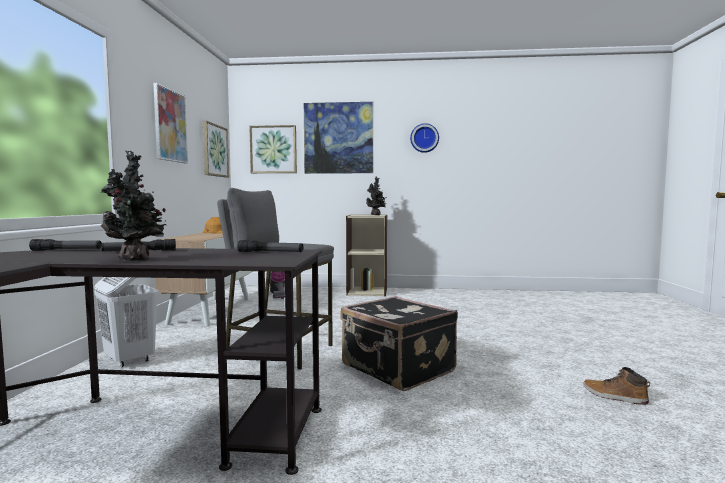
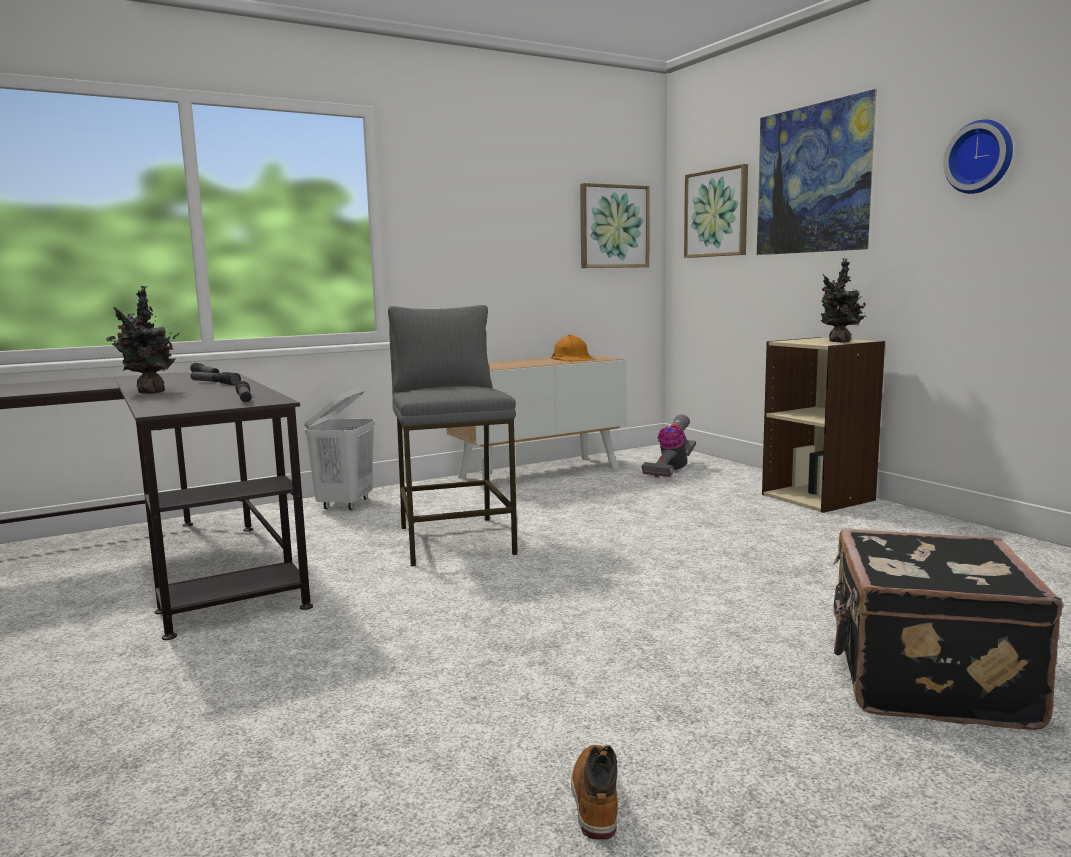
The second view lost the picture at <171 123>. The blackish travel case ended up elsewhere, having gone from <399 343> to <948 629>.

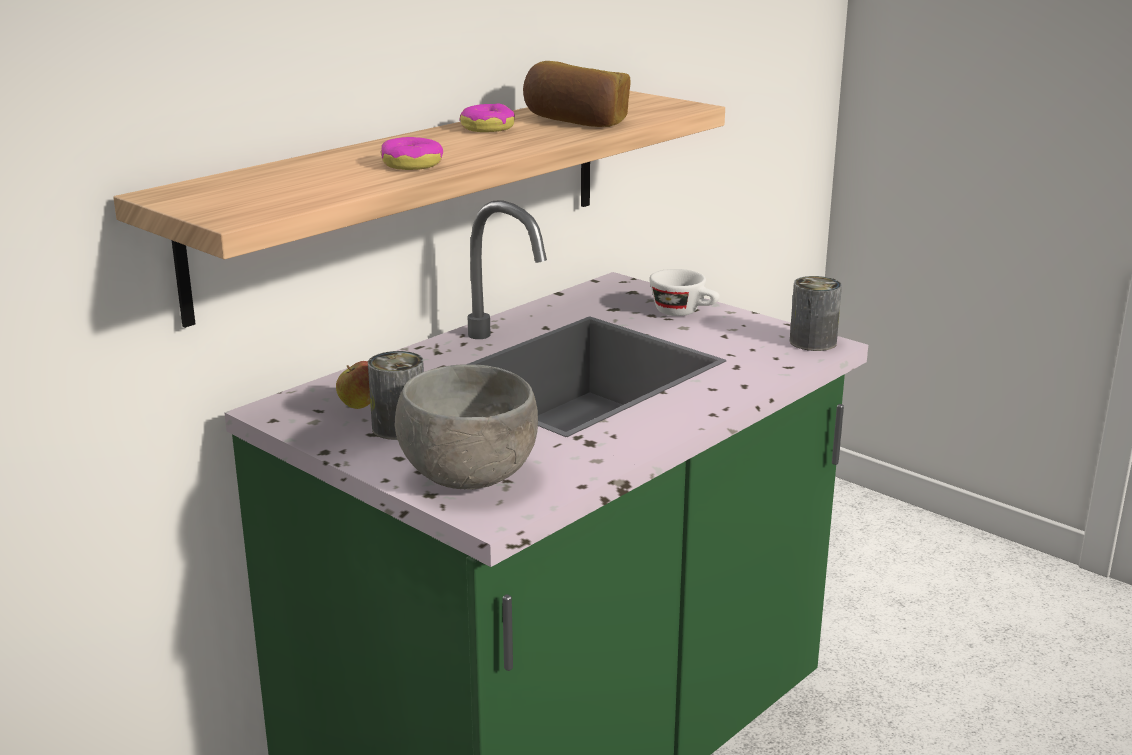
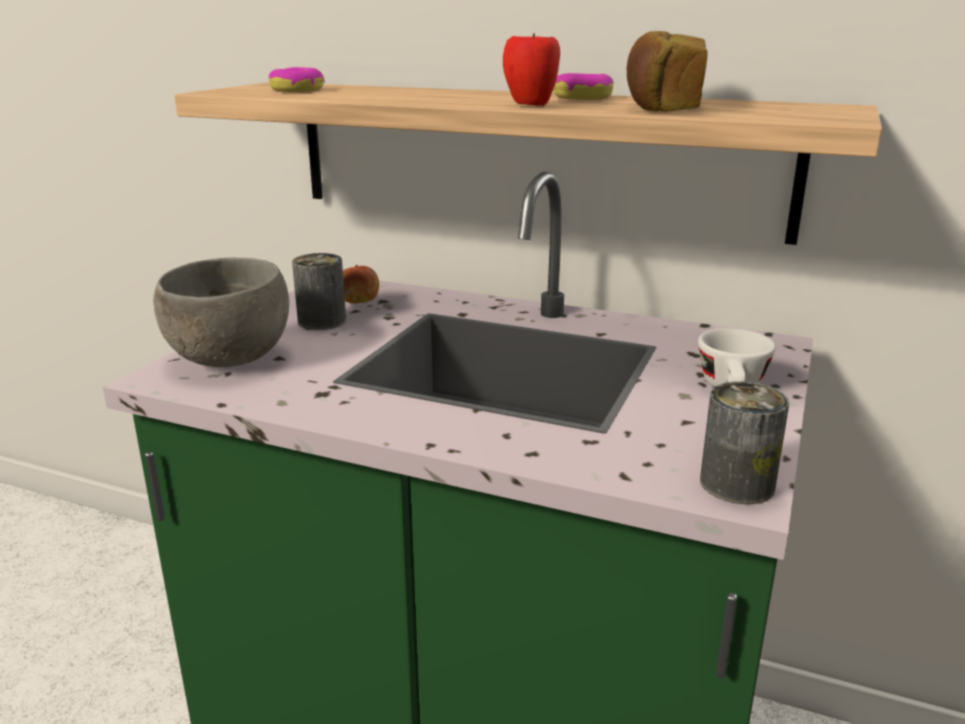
The second view gained the apple at <531 69>. The donut ended up elsewhere, having gone from <412 153> to <297 79>.

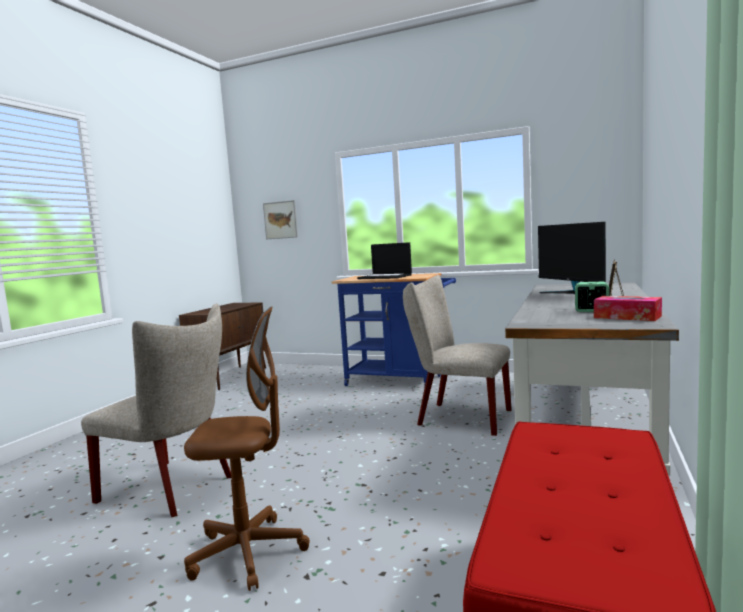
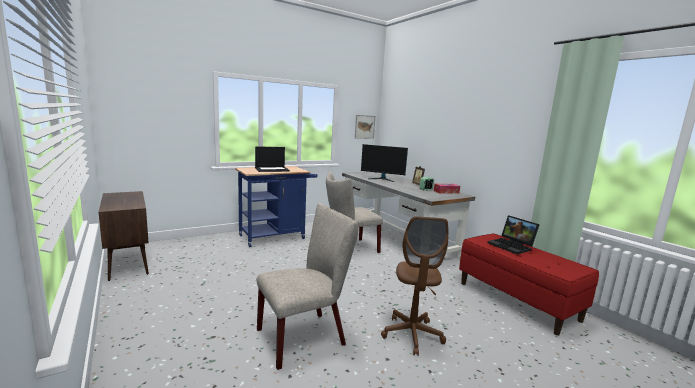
The second view gained the notebook computer at <514 234>. The picture ended up elsewhere, having gone from <280 219> to <365 127>. The brownish office chair at <247 449> ended up facing another way, 150 degrees clockwise from before.

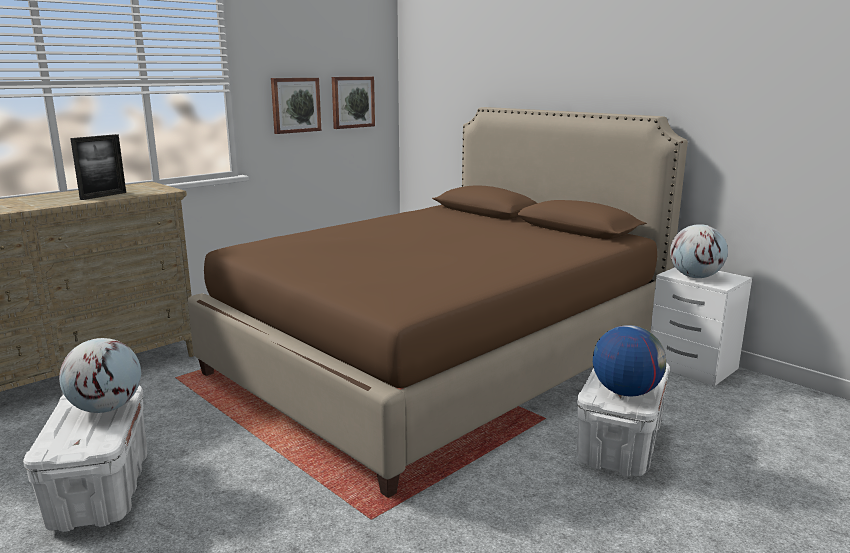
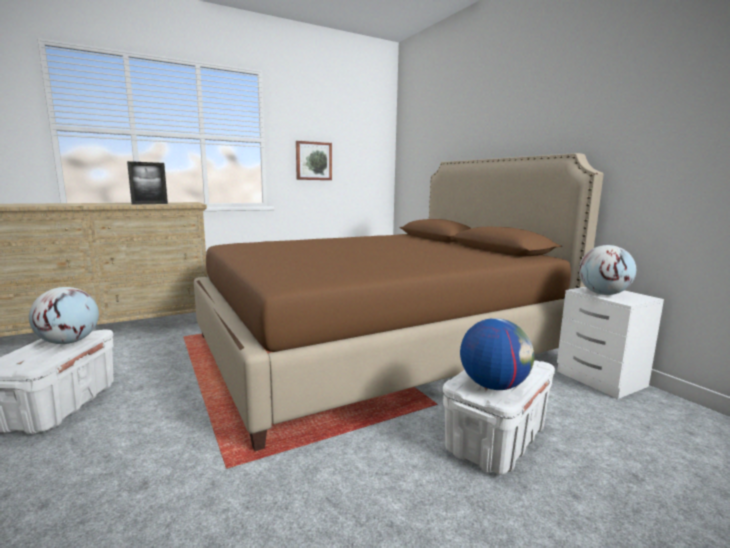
The second view lost the picture at <353 103>.

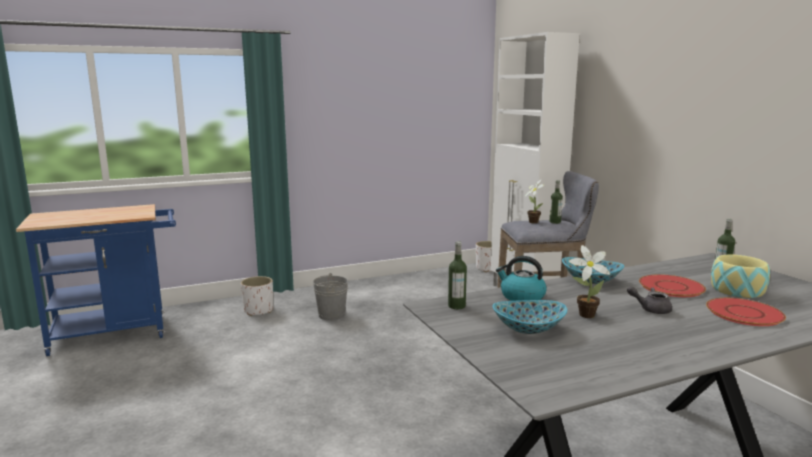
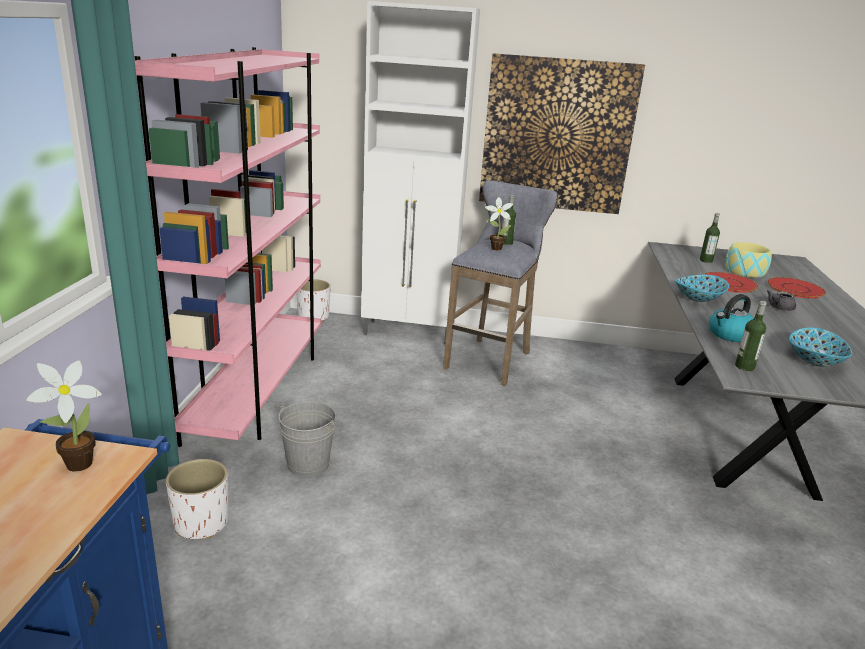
The second view gained the pink shelving unit at <228 247>. The second view gained the picture at <562 133>. The houseplant ended up elsewhere, having gone from <589 281> to <64 415>.

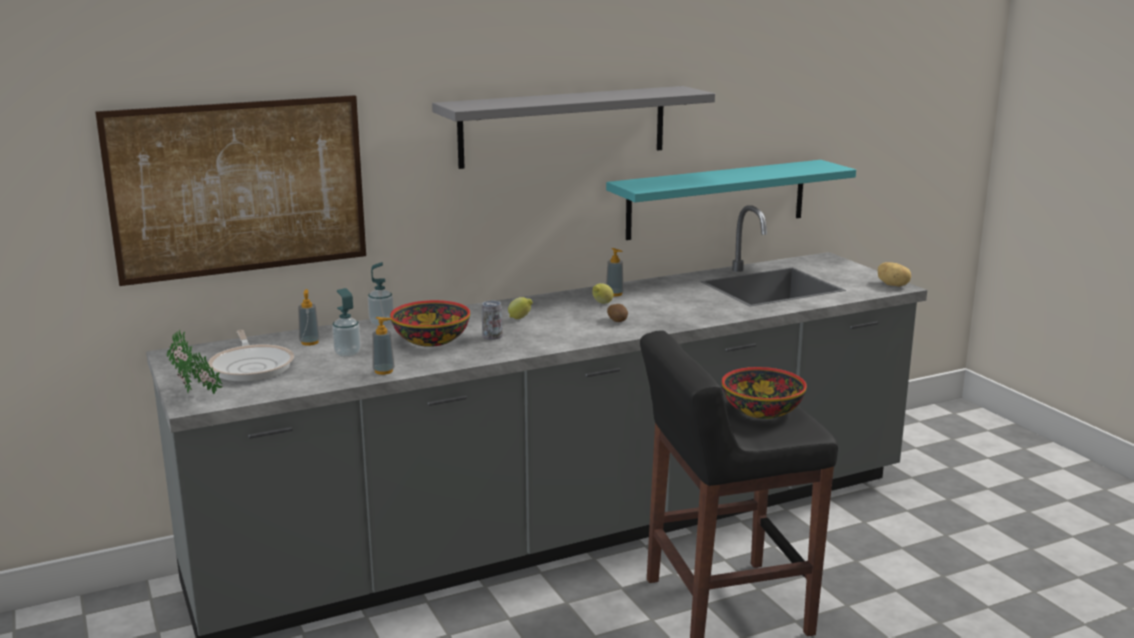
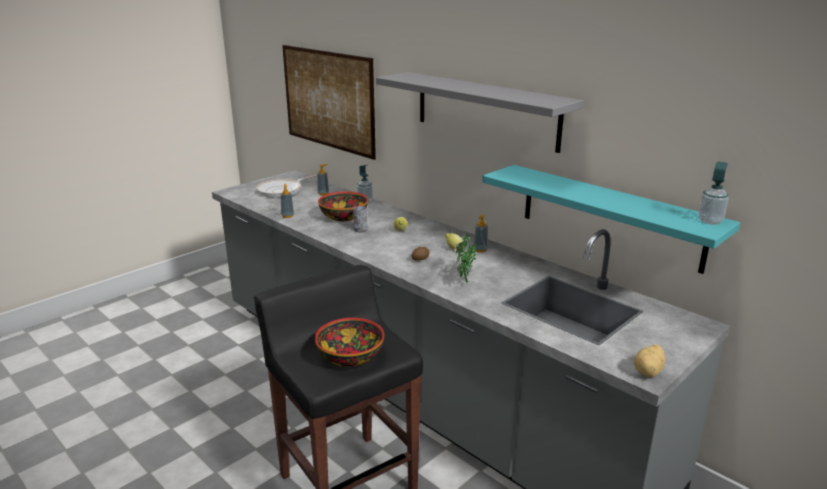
The houseplant ended up elsewhere, having gone from <195 361> to <465 258>. The soap dispenser ended up elsewhere, having gone from <346 322> to <713 192>.

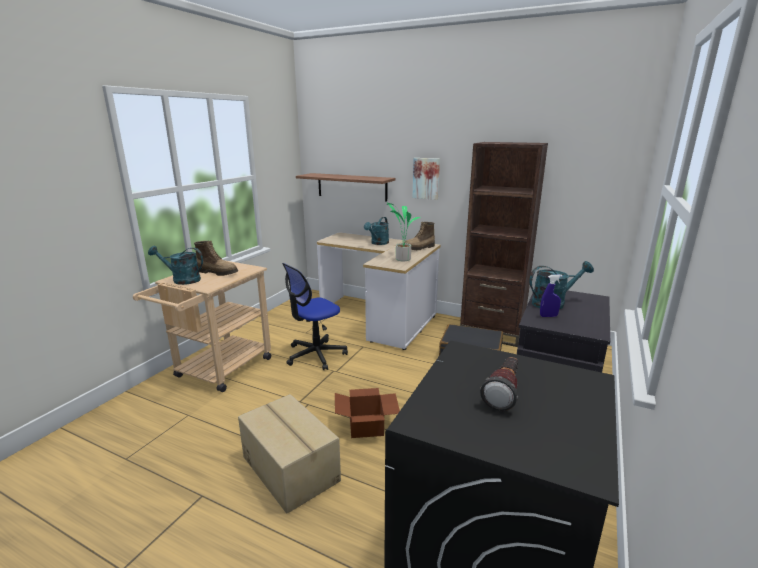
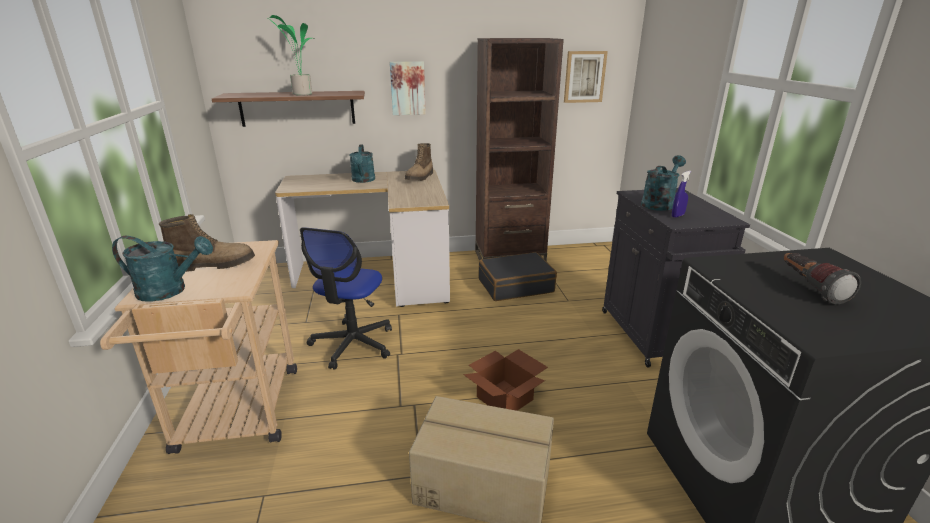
The second view gained the picture at <586 77>. The houseplant ended up elsewhere, having gone from <404 232> to <291 55>. The turquoise watering can at <175 265> ended up facing another way, 150 degrees counterclockwise from before.

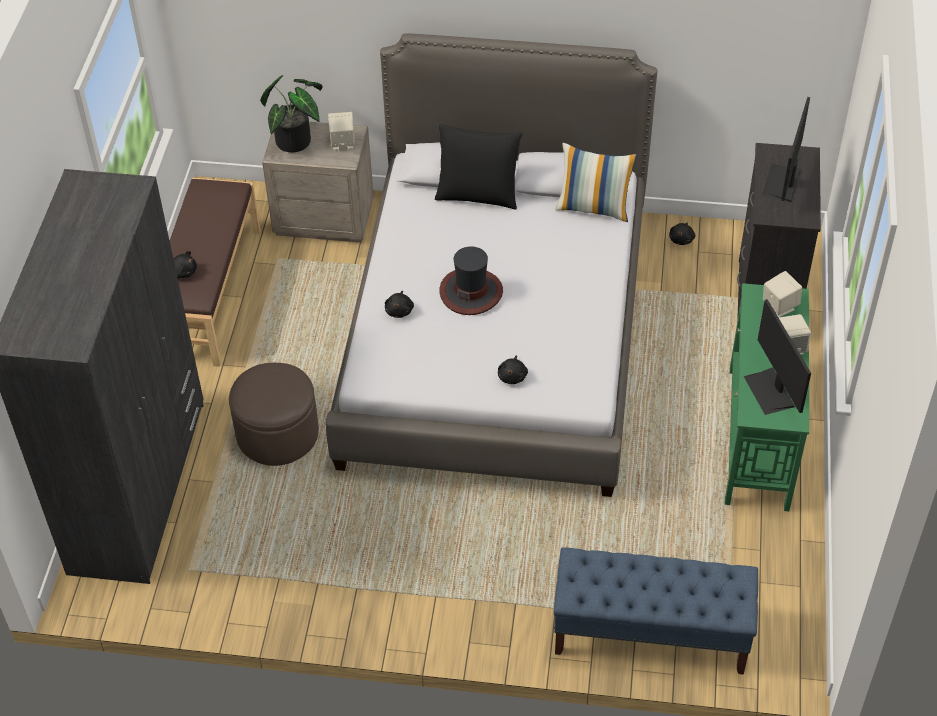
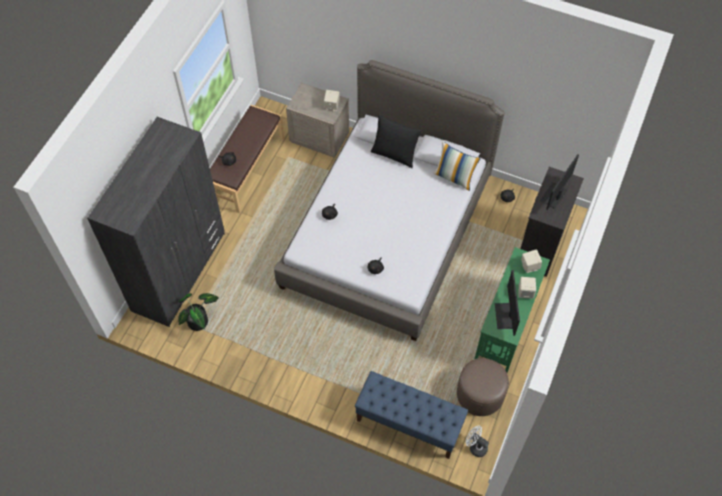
The second view lost the wearable hat at <471 281>. The second view gained the whitish electric fan at <477 441>. The brownish footrest ended up elsewhere, having gone from <274 414> to <483 387>. The houseplant ended up elsewhere, having gone from <291 113> to <198 312>.

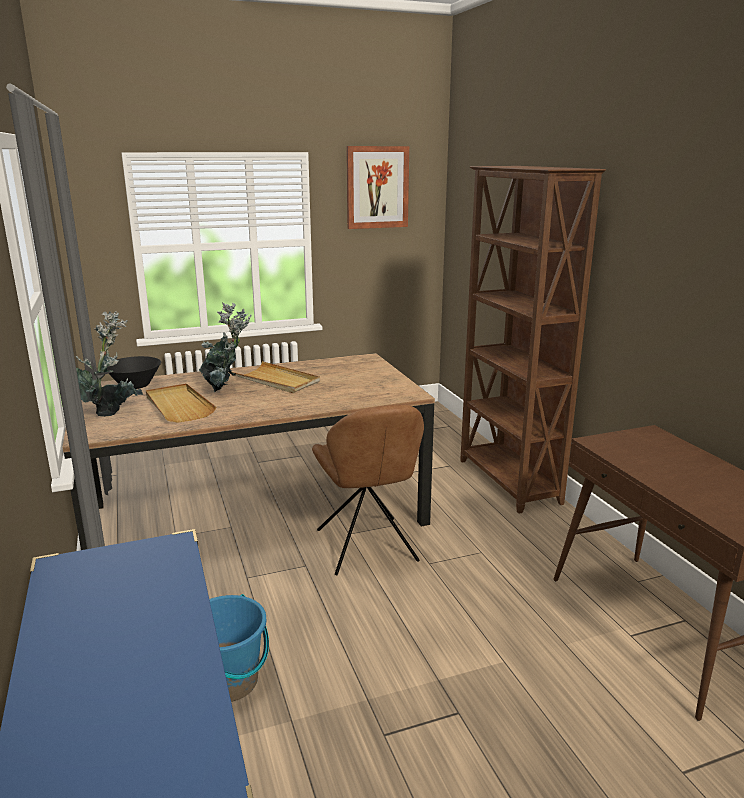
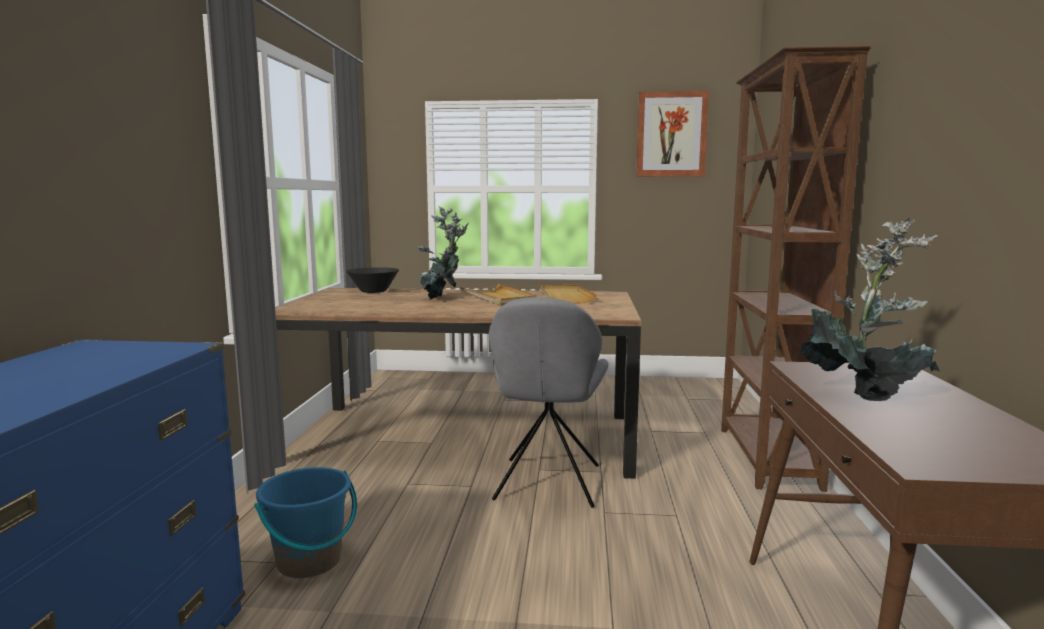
The houseplant ended up elsewhere, having gone from <101 364> to <870 309>. The beige-coloured tray ended up elsewhere, having gone from <181 403> to <569 294>. What was the brownish plain chair at <368 490> turned into the greyish plain chair at <548 402>.

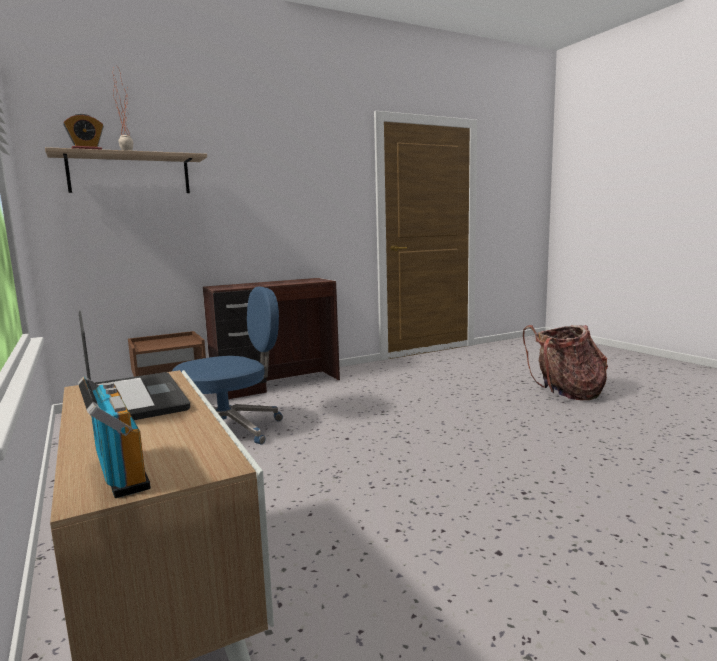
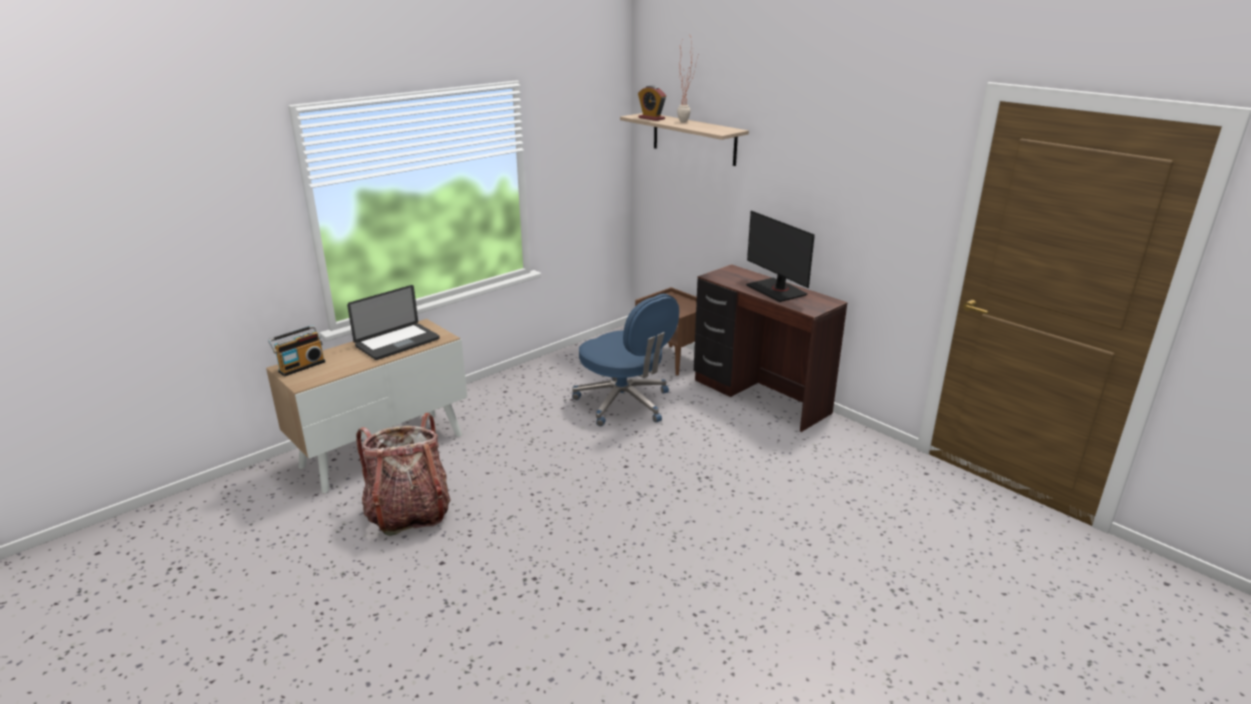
The second view gained the computer display at <780 256>. The knapsack ended up elsewhere, having gone from <565 362> to <403 474>.

